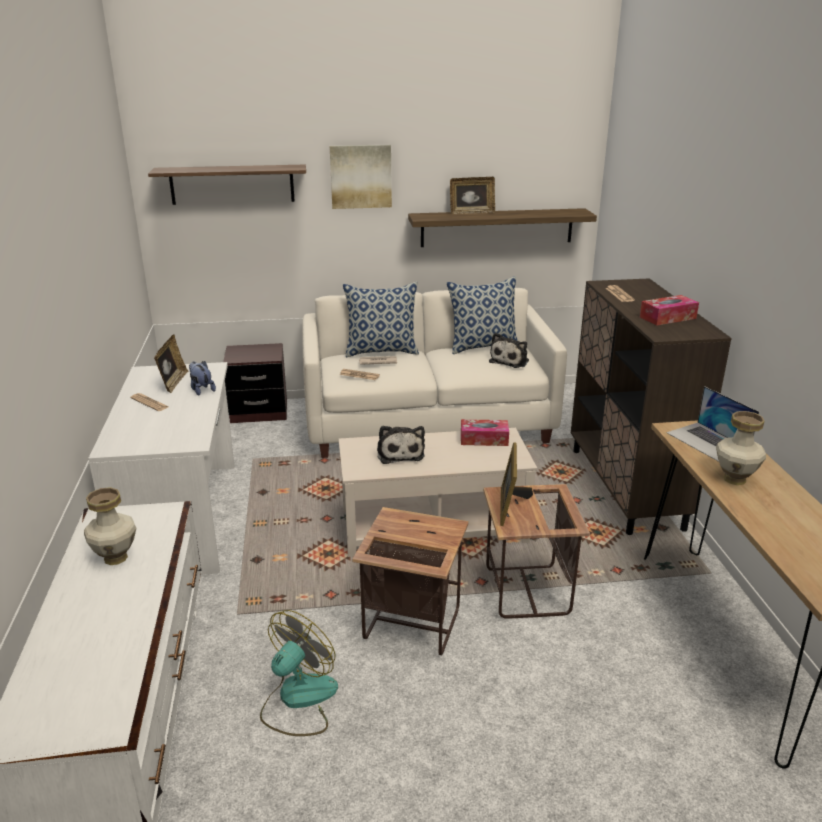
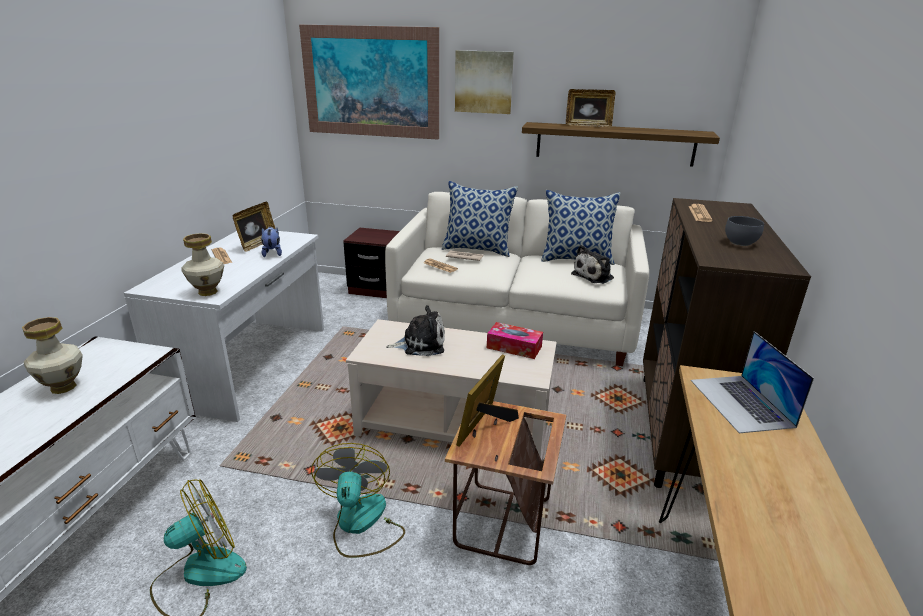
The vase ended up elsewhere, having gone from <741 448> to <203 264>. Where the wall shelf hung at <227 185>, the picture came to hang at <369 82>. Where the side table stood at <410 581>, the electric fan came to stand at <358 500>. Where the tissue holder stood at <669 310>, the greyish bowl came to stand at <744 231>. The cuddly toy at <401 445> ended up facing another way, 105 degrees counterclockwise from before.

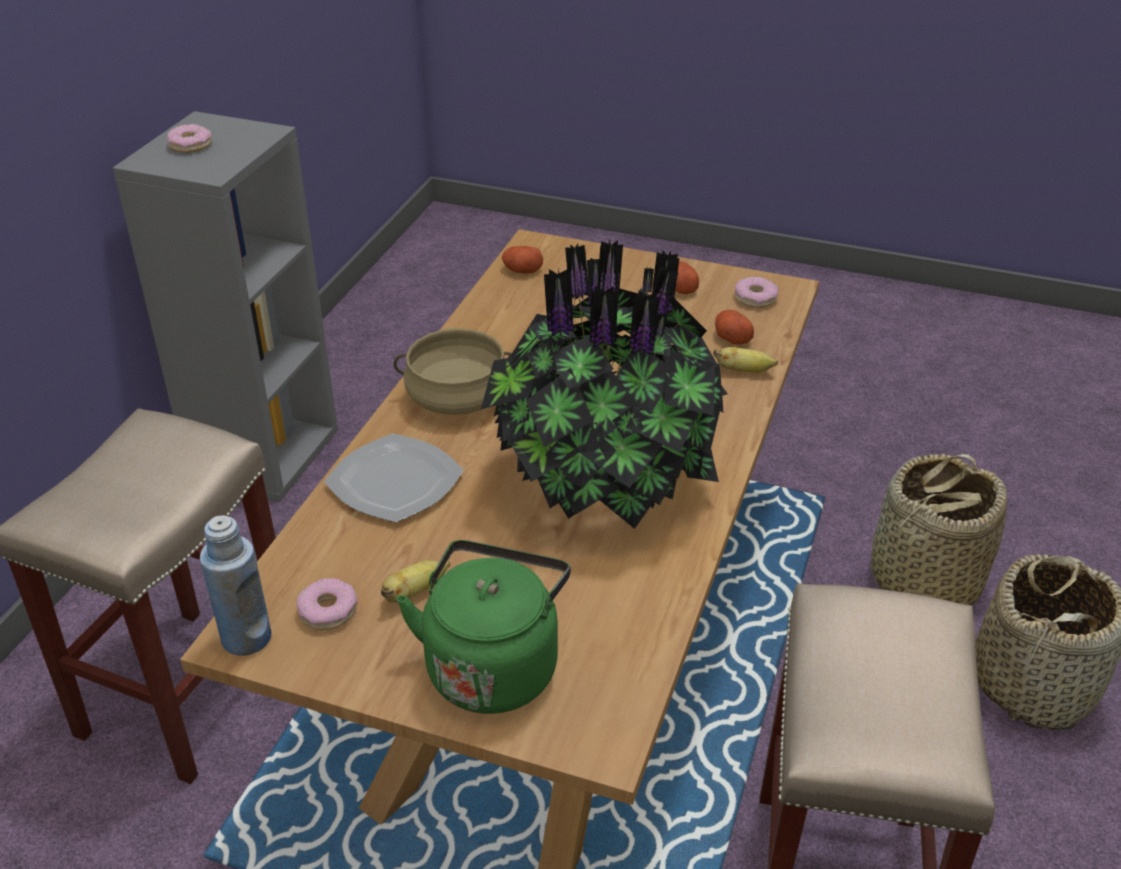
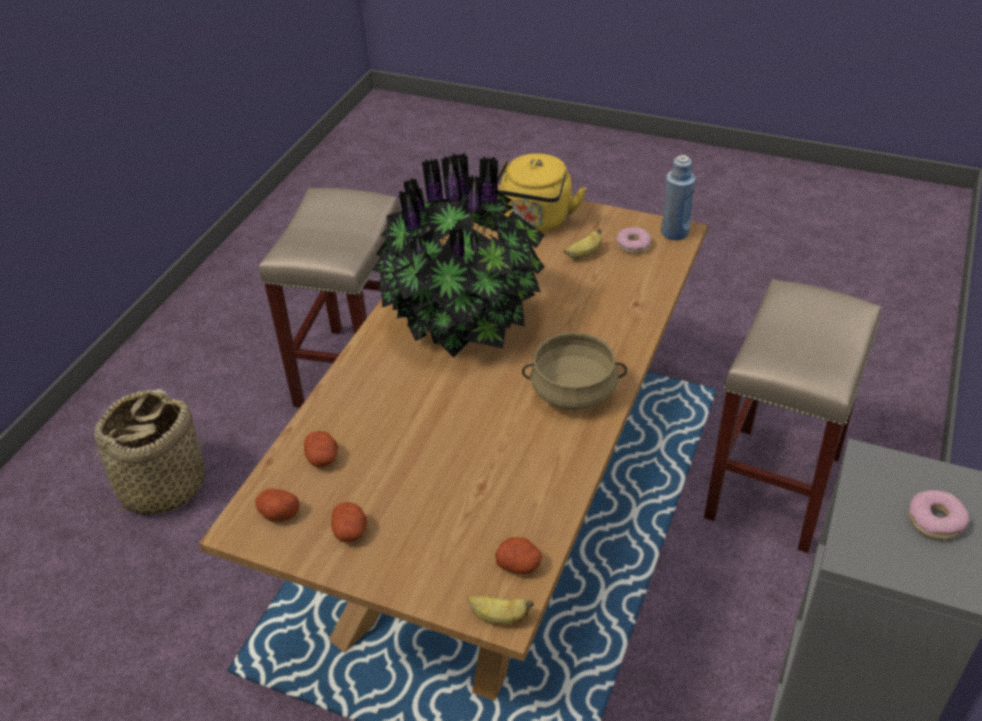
The second view lost the flat dish at <394 477>. The second view lost the storage basket at <938 529>. The banana ended up elsewhere, having gone from <745 360> to <500 609>. Where the donut stood at <757 292>, the spud came to stand at <277 504>. What was the greenish water kettle at <484 627> turned into the yellowish water kettle at <542 193>.

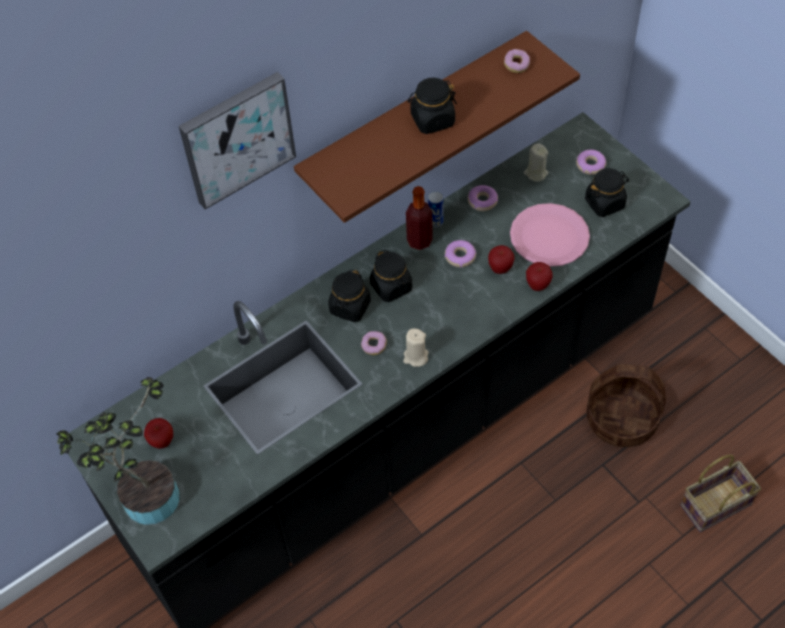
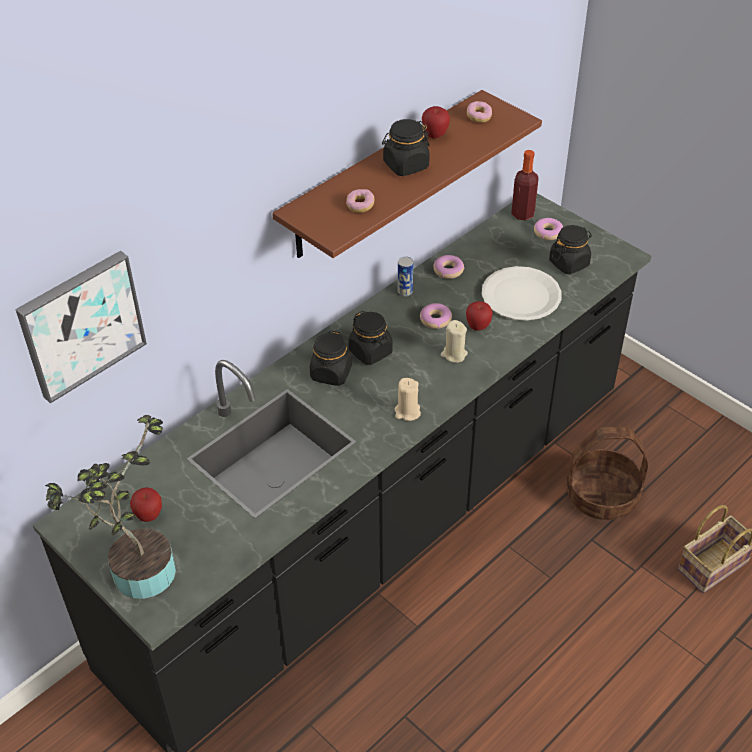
The picture ended up elsewhere, having gone from <237 140> to <81 327>. The donut ended up elsewhere, having gone from <374 343> to <360 201>. The bottle ended up elsewhere, having gone from <419 218> to <525 185>. The beige-coloured wax candle ended up elsewhere, having gone from <536 162> to <454 341>. The apple ended up elsewhere, having gone from <539 276> to <436 122>. What was the pink flat dish at <550 235> turned into the whitish flat dish at <522 293>.

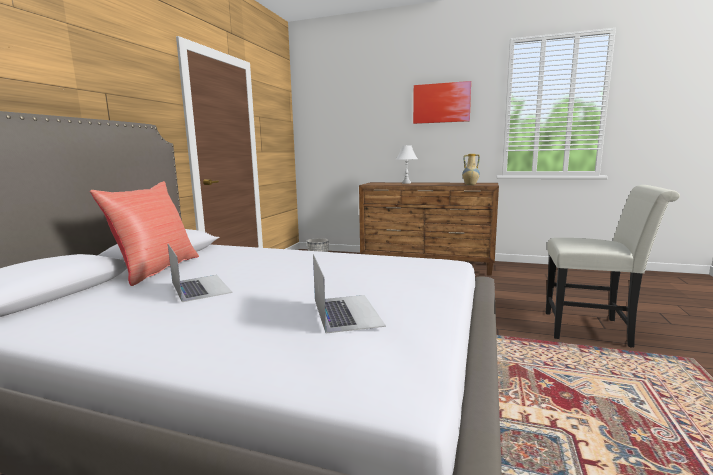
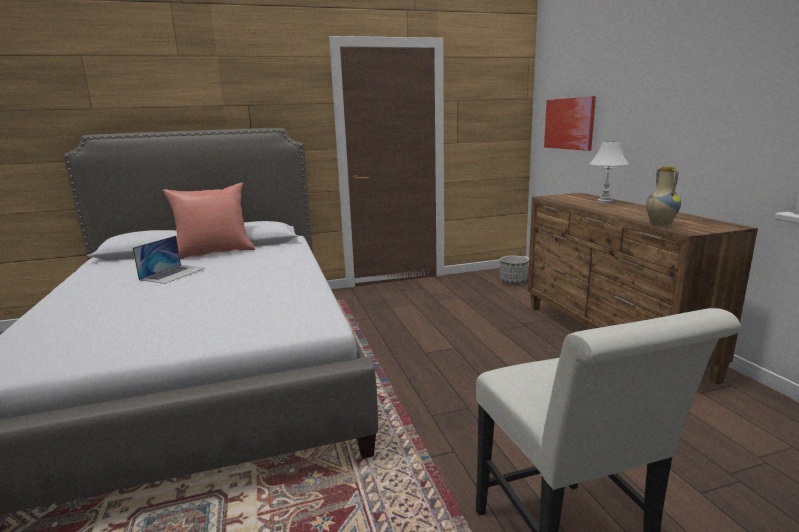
The second view lost the notebook computer at <349 293>. The picture ended up elsewhere, having gone from <442 102> to <570 123>.

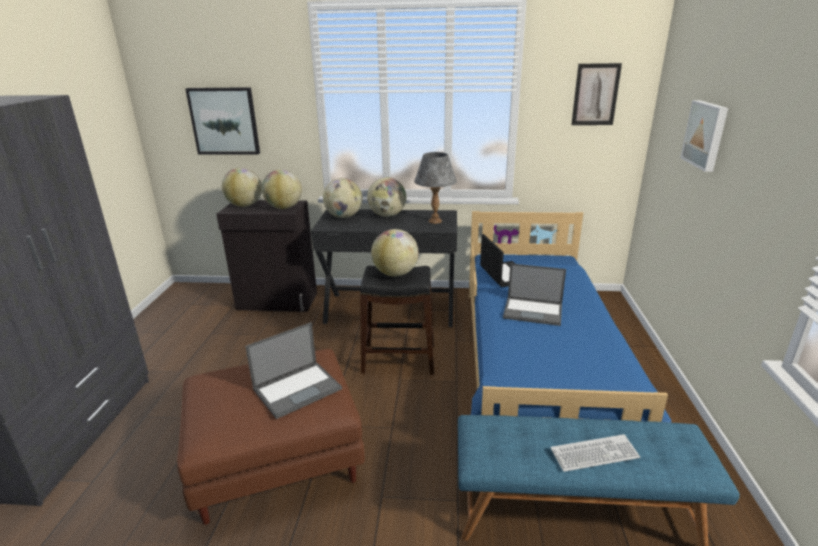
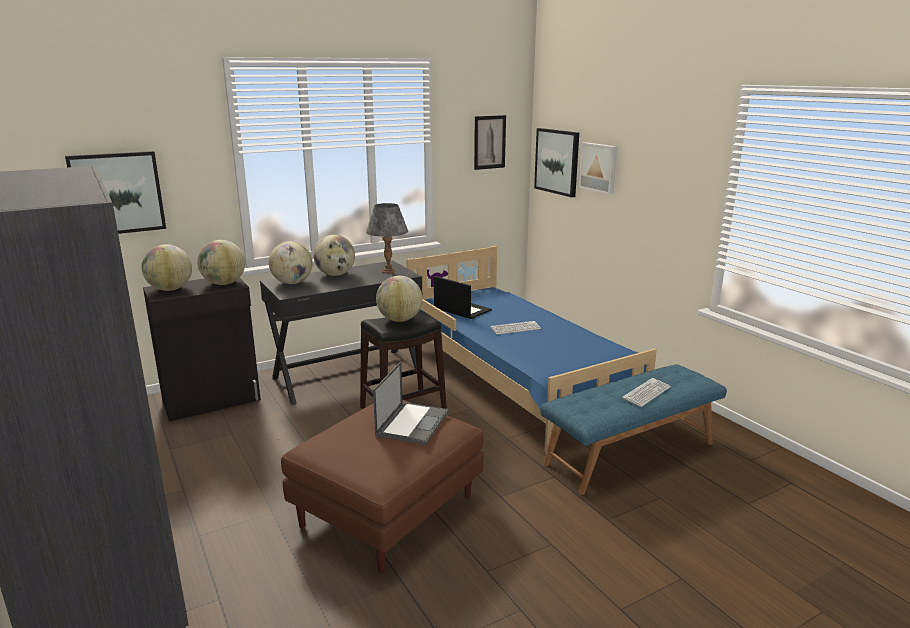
The second view gained the picture at <556 162>. Where the notebook computer stood at <534 294>, the computer keyboard came to stand at <515 328>.

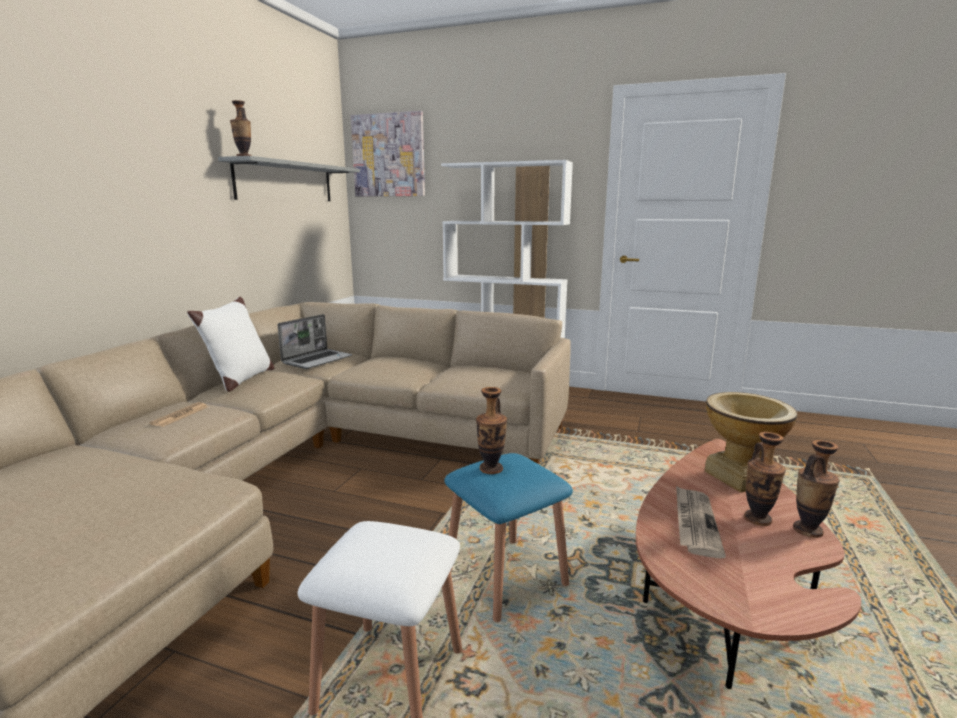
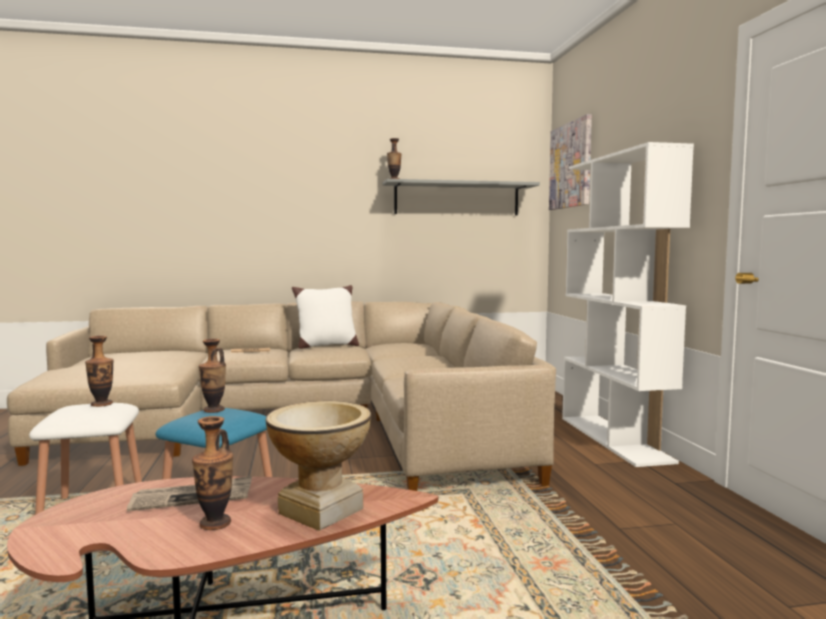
The second view lost the notebook computer at <315 341>. The vase ended up elsewhere, having gone from <816 489> to <99 371>.

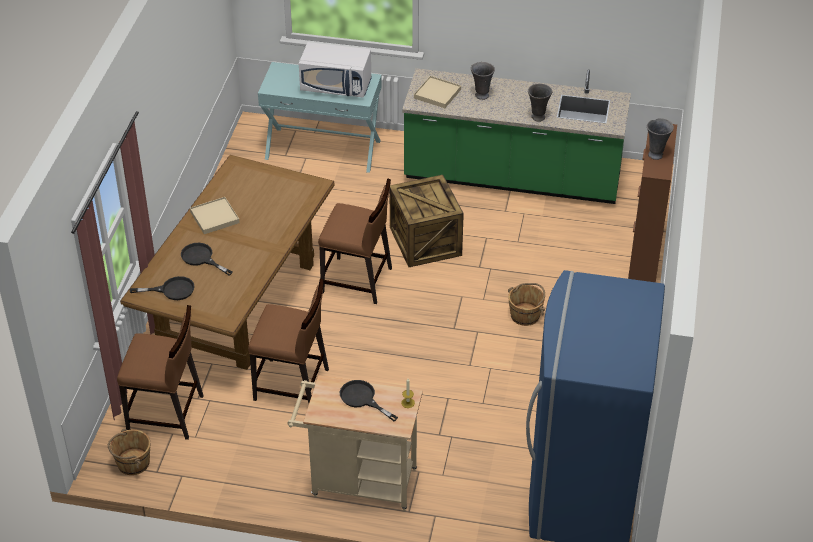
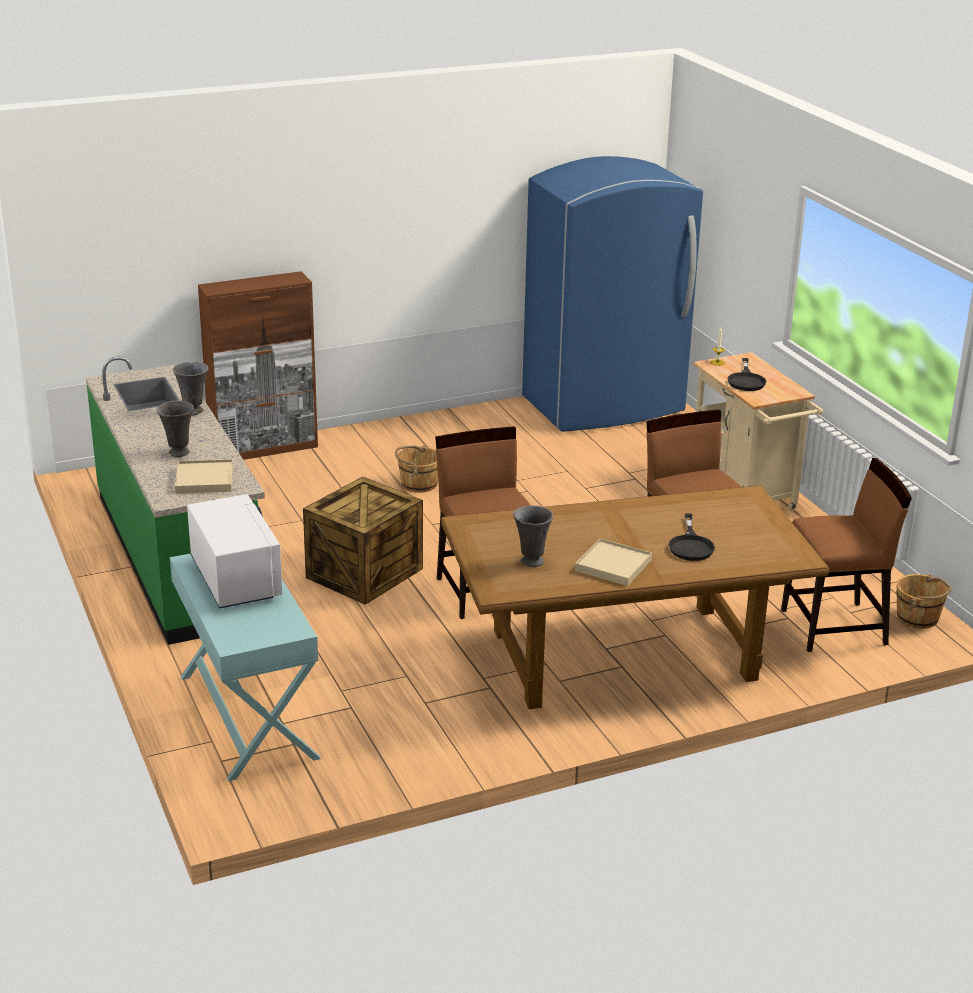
The second view lost the blackish pan at <162 288>. The greyish vase ended up elsewhere, having gone from <660 139> to <533 536>. The brownish plain chair at <160 372> ended up facing another way, 105 degrees clockwise from before.

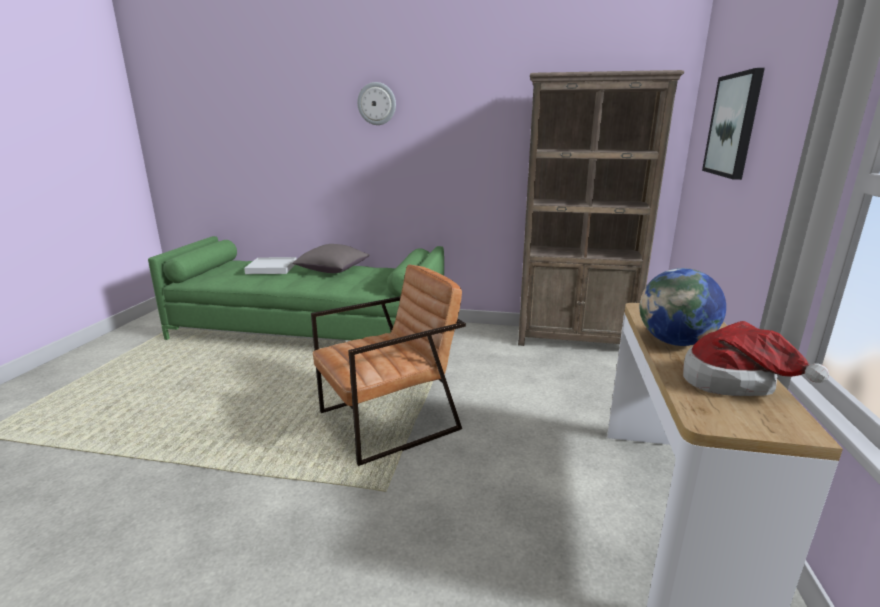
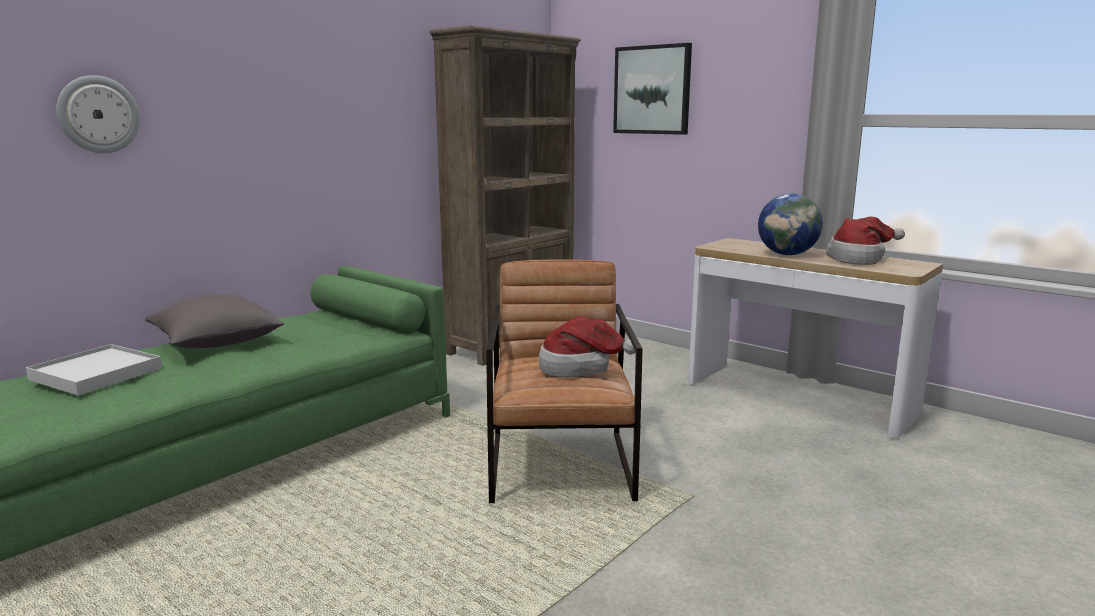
The second view gained the wearable hat at <587 347>. The hanging clock ended up elsewhere, having gone from <376 103> to <98 114>.

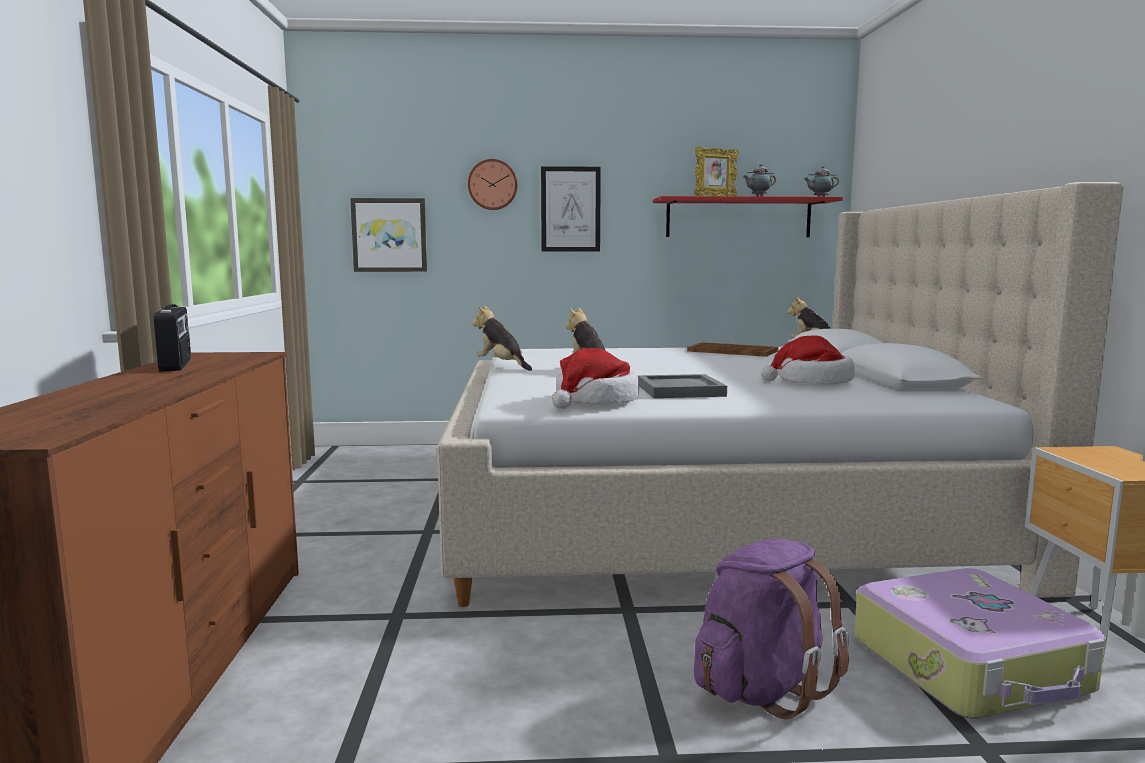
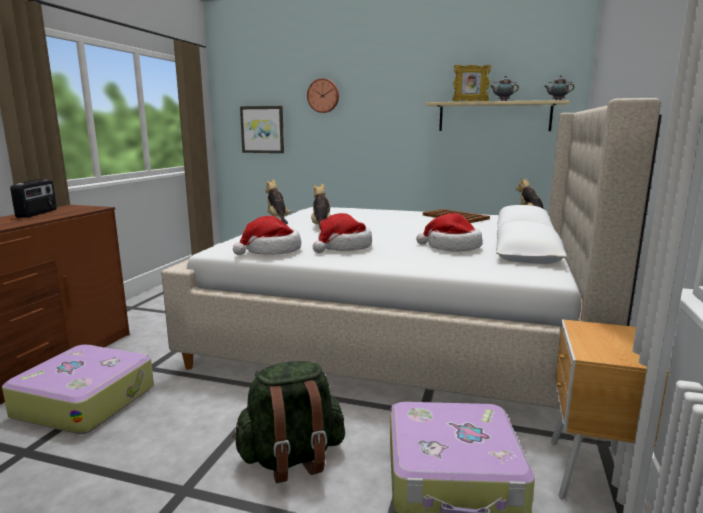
The second view lost the picture at <571 209>. The second view gained the travel case at <78 389>. Where the greyish tray stood at <682 386>, the wearable hat came to stand at <342 233>. What was the reddish wall shelf at <748 216> turned into the beige-coloured wall shelf at <497 115>. What was the purple knapsack at <771 629> turned into the greenish knapsack at <288 422>.

